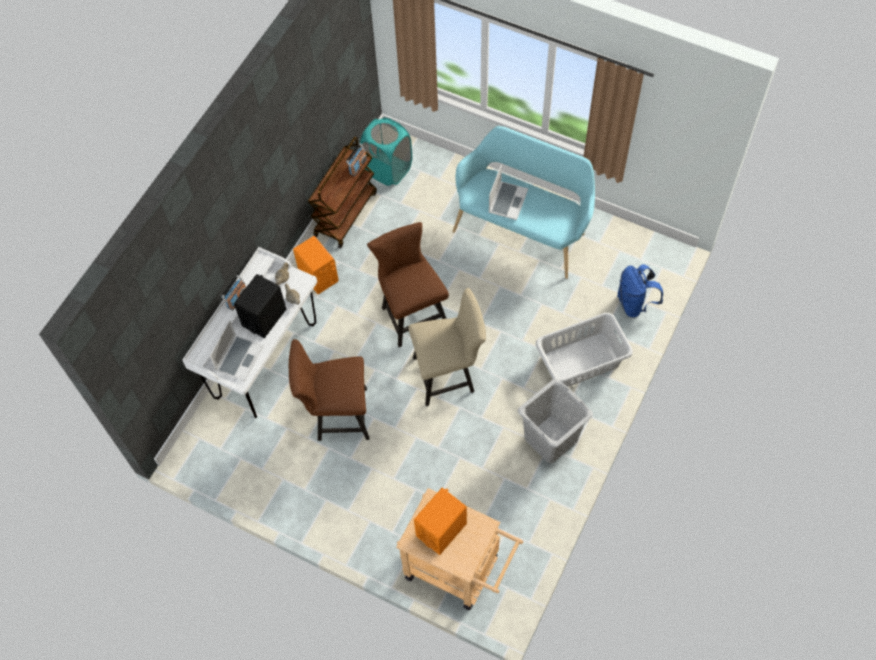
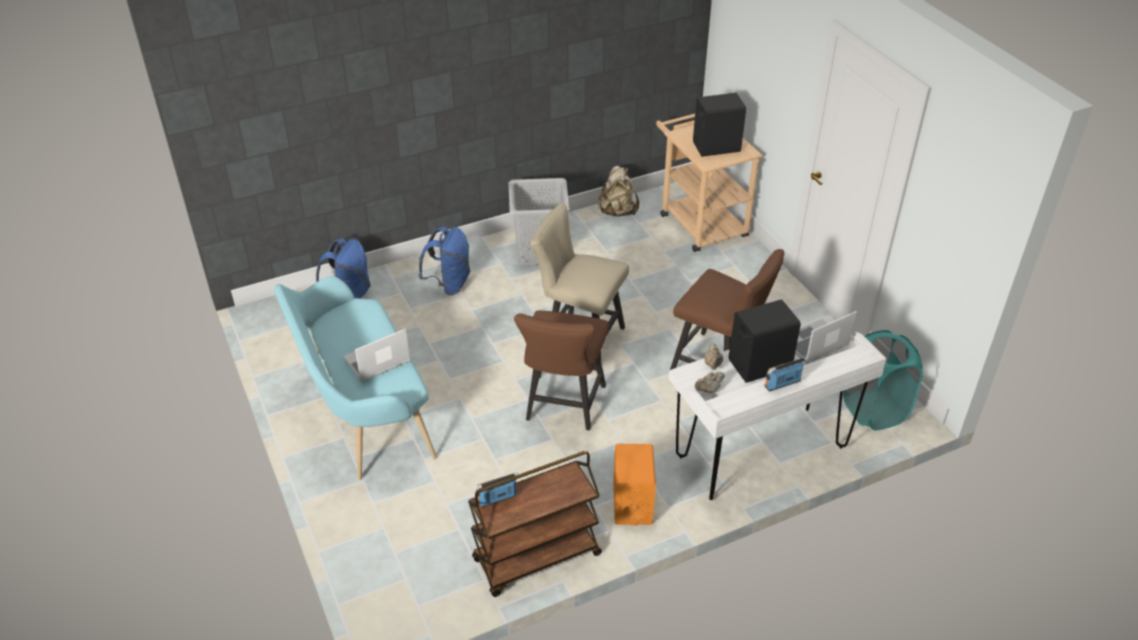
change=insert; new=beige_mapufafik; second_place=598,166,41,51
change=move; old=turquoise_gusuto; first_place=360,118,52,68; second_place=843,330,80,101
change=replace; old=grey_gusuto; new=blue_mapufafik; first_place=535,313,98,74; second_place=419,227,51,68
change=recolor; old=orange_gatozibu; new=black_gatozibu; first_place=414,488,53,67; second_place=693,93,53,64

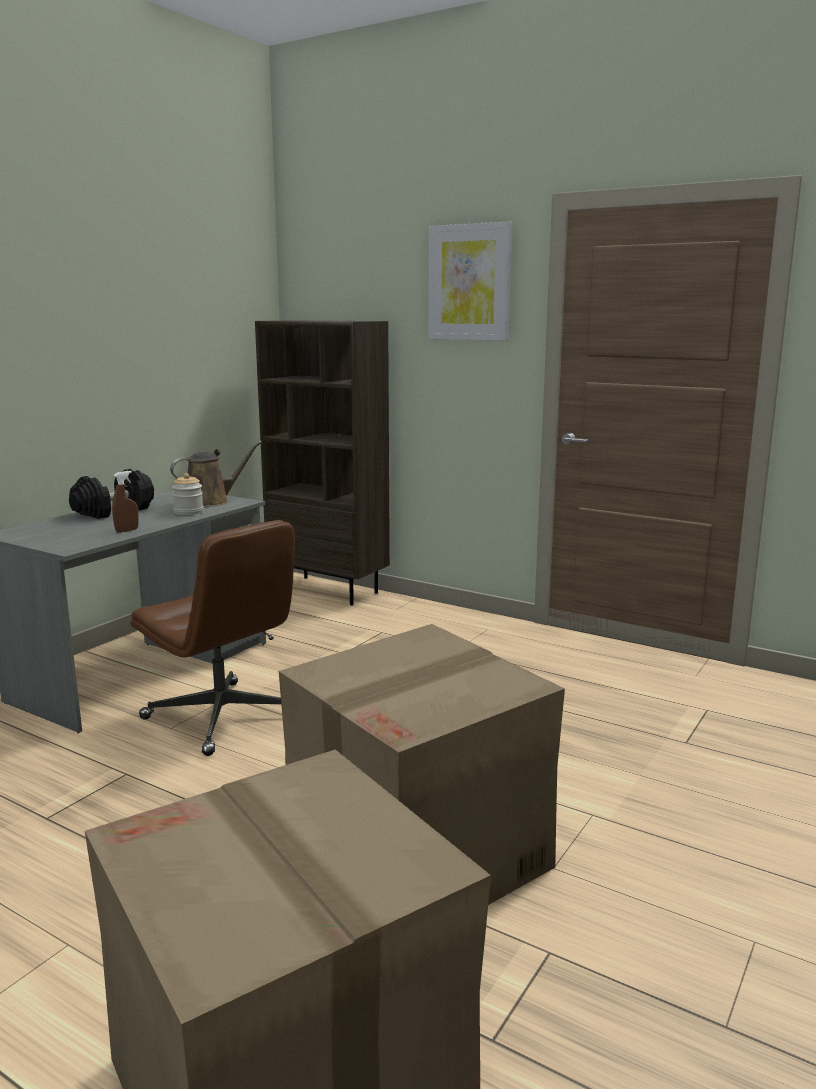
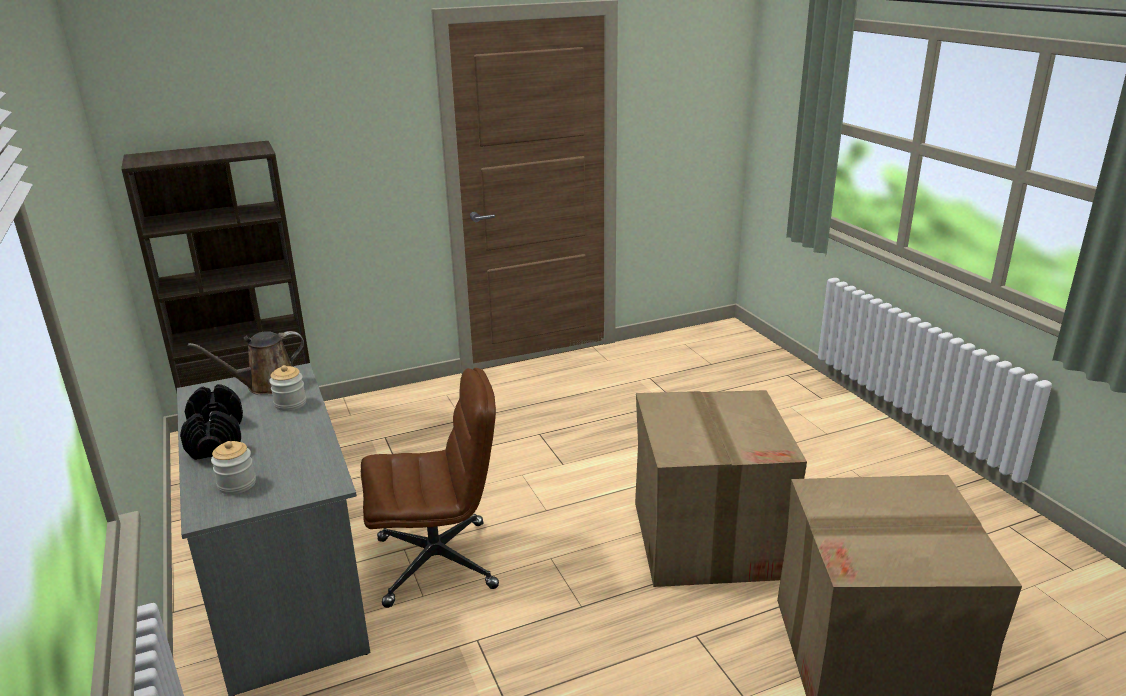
change=delete; old=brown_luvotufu; first_place=112,471,27,62
change=delete; old=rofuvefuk; first_place=428,222,84,119
change=insert; new=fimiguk; second_place=211,441,45,54
change=rotate; old=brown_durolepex; first_place=170,441,92,65; second_place=188,331,116,63; degrees=-120

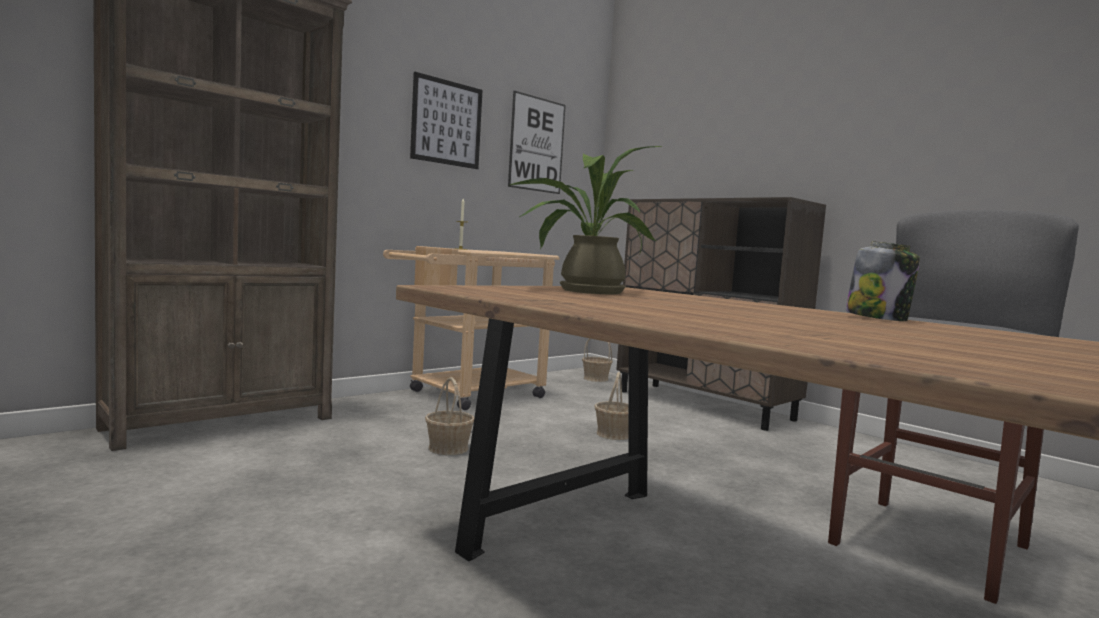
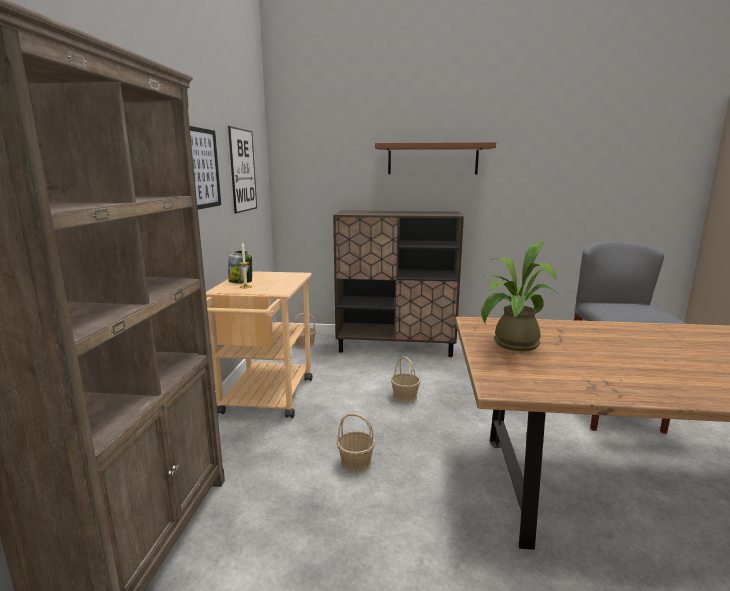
change=insert; new=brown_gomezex; second_place=375,142,121,32
change=move; old=fimiguk; first_place=845,241,75,80; second_place=228,251,24,33

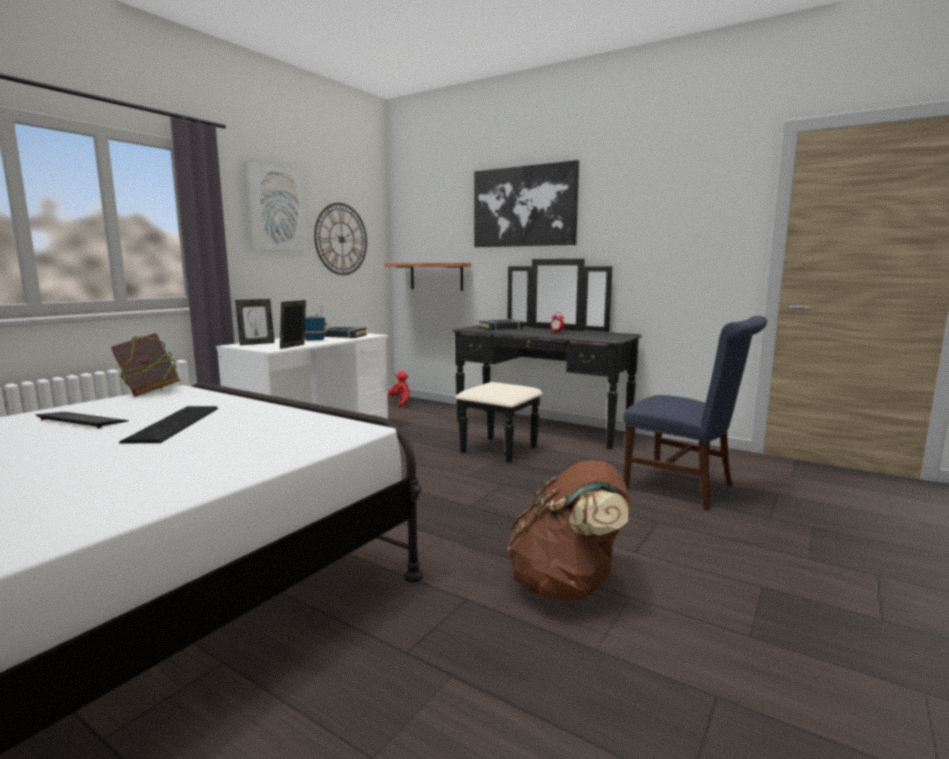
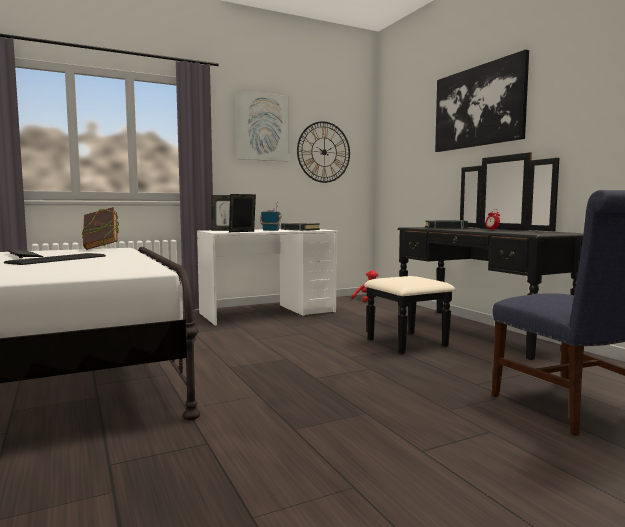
change=delete; old=gomezex; first_place=385,263,86,28
change=delete; old=brown_mapufafik; first_place=507,460,125,141

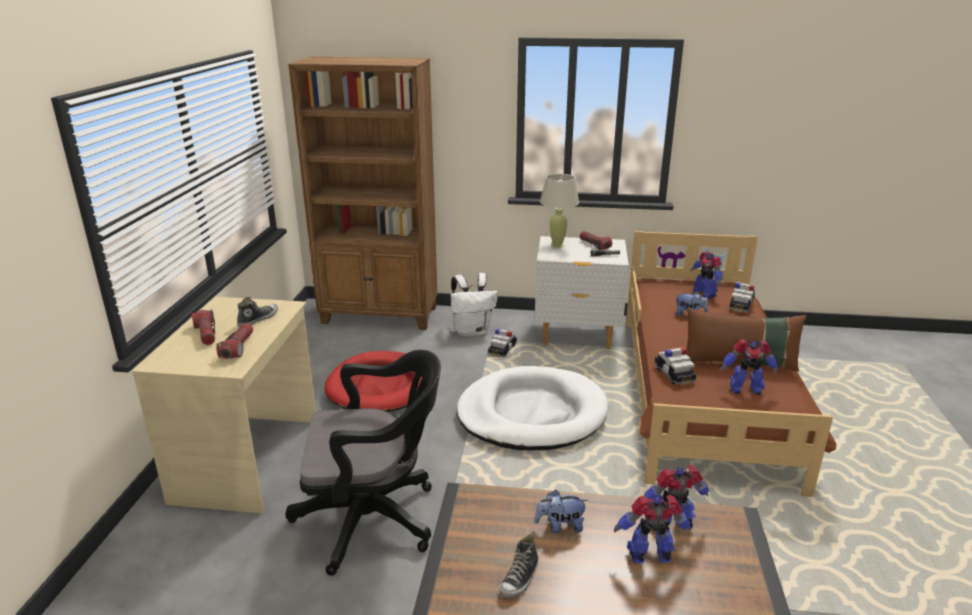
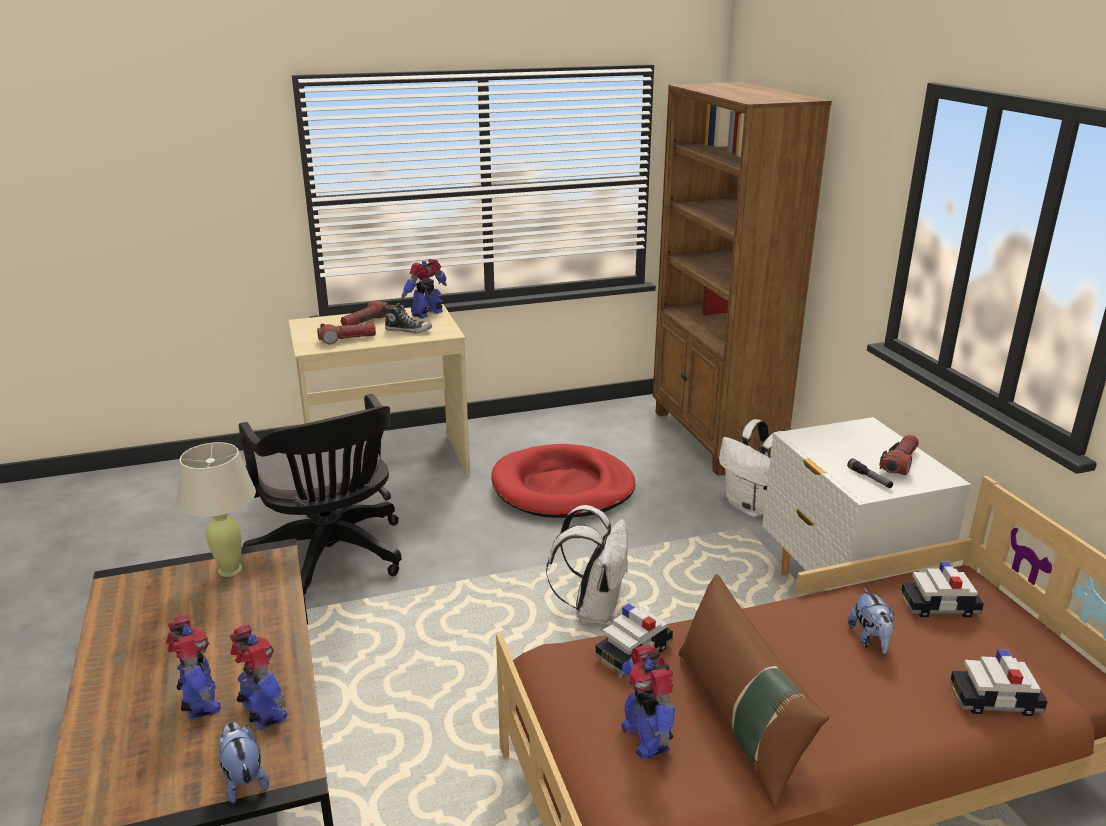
change=delete; old=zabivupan; first_place=499,534,39,64
change=move; old=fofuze; first_place=488,329,29,29; second_place=901,562,83,55
change=move; old=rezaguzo; first_place=534,490,53,43; second_place=219,722,50,81
change=move; old=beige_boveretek; first_place=540,174,39,74; second_place=177,442,79,135
change=move; old=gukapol; first_place=691,252,32,47; second_place=401,259,46,60
change=replace; old=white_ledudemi; new=white_mapufafik; first_place=457,366,151,84; second_place=546,505,82,118

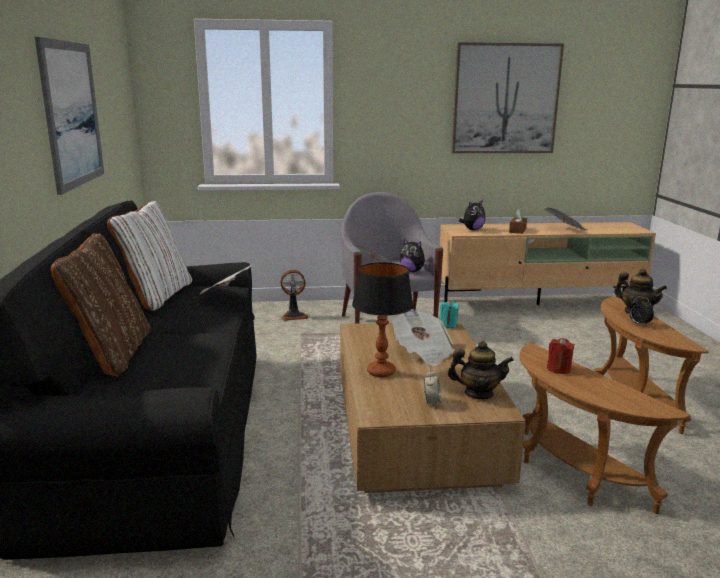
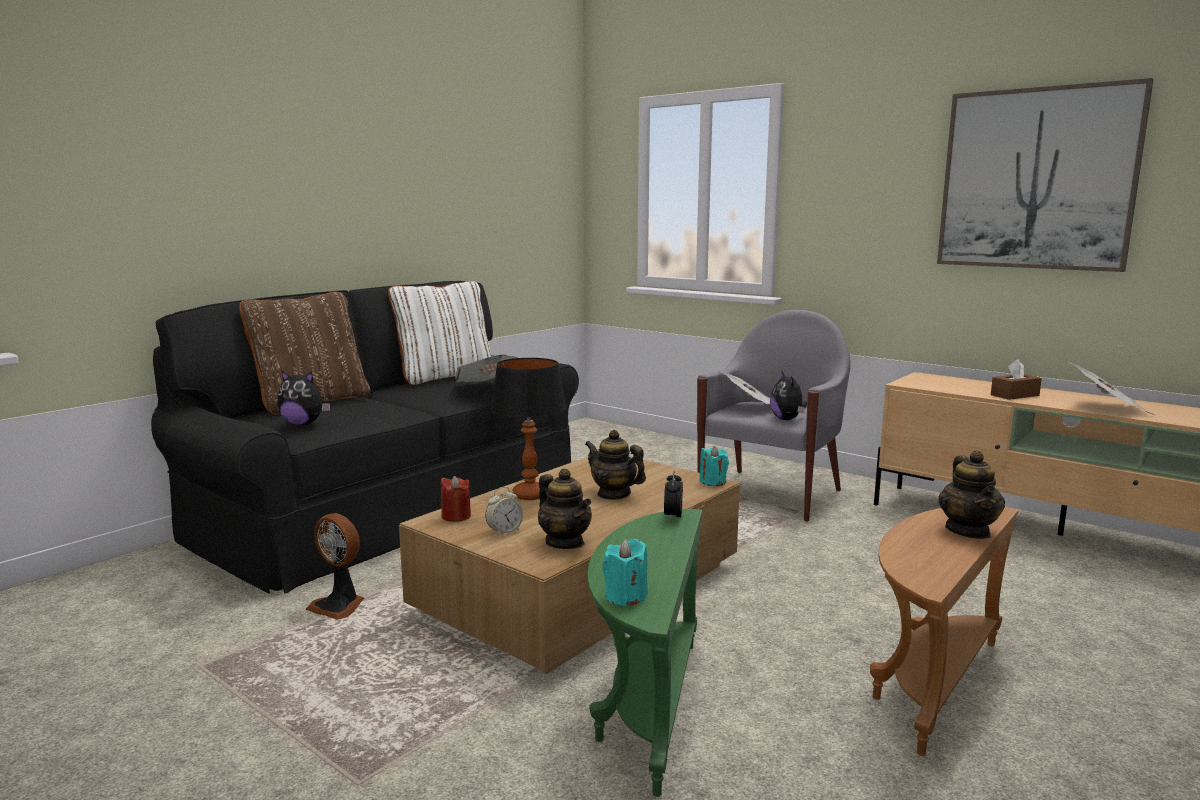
change=delete; old=rofuvefuk; first_place=35,37,69,158
change=insert; new=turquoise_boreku; second_place=602,539,46,68
change=move; old=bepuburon; first_place=280,270,28,51; second_place=305,513,59,107
change=move; old=rezaguzo; first_place=459,200,27,30; second_place=277,370,53,55
change=move; old=red_boreku; first_place=547,338,28,36; second_place=440,476,31,46
change=move; old=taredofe; first_place=629,296,25,30; second_place=664,470,19,51
change=replace; old=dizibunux; new=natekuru; first_place=392,309,63,57; second_place=585,430,61,70
change=recolor; old=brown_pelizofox; new=green_pelizofox; first_place=519,343,172,171; second_place=587,509,115,288

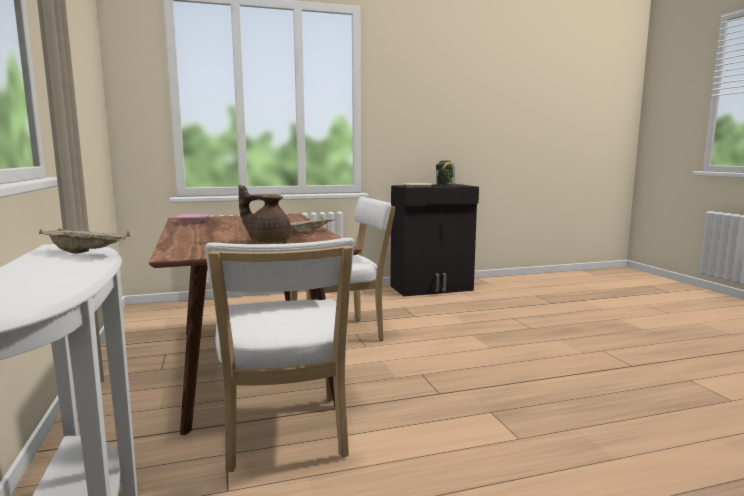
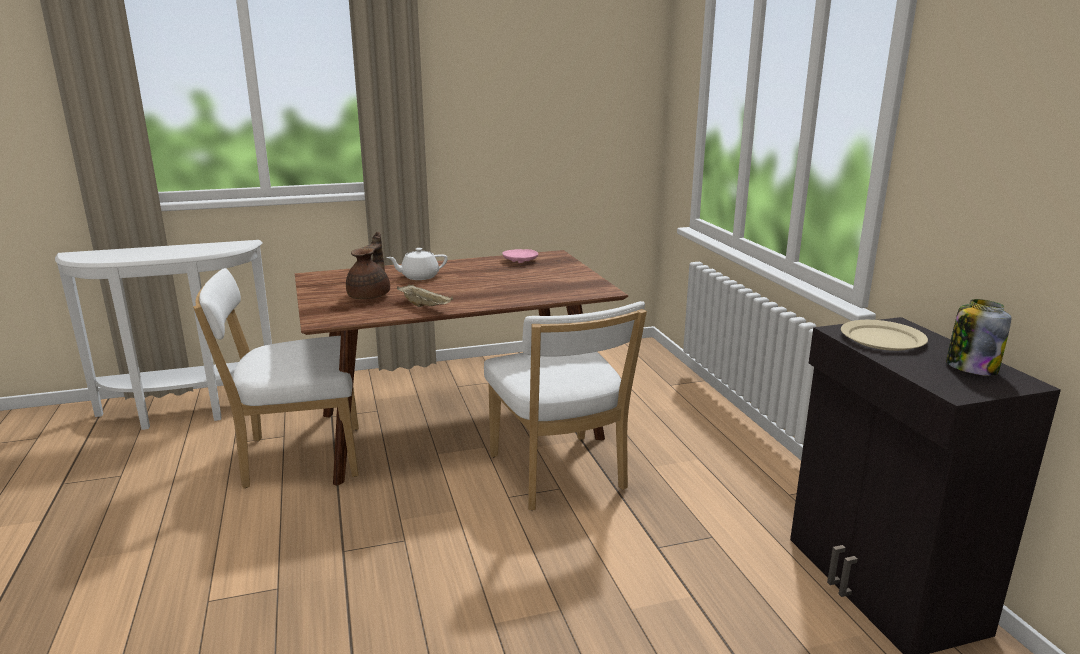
change=delete; old=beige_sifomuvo; first_place=39,228,91,26
change=insert; new=white_natekuru; second_place=387,248,61,32

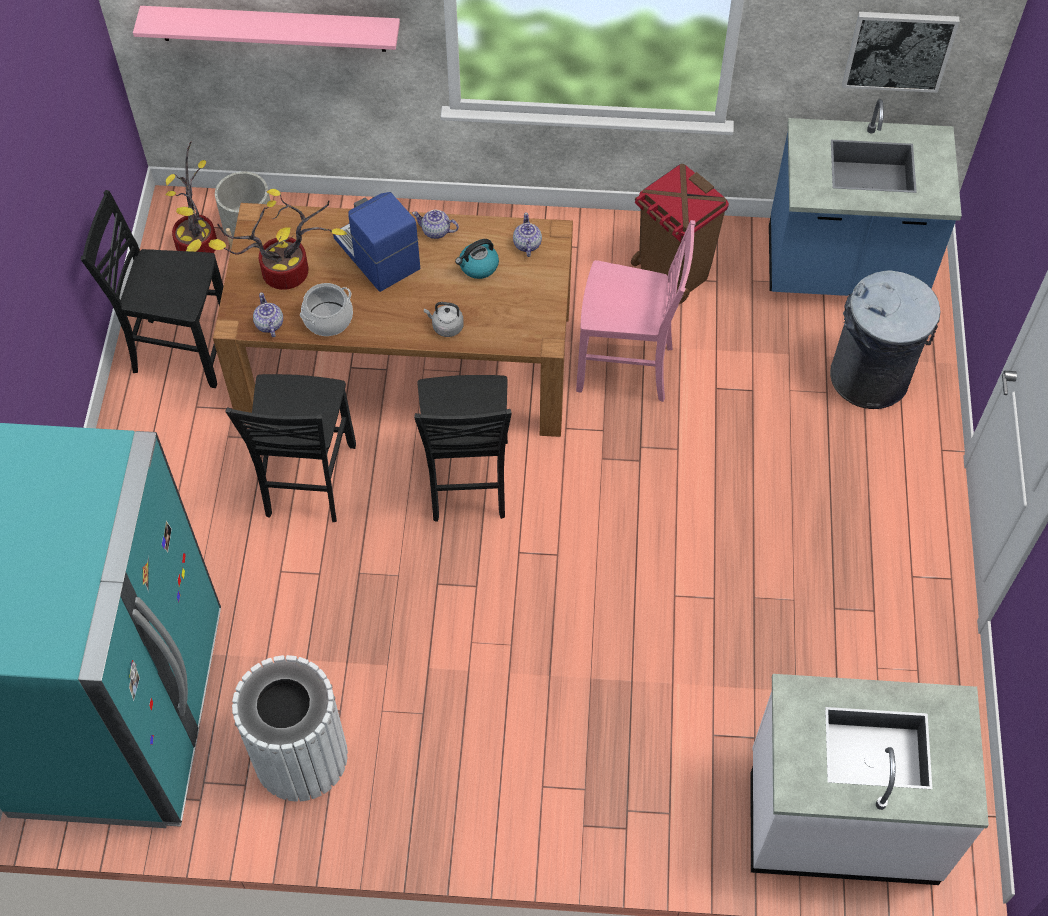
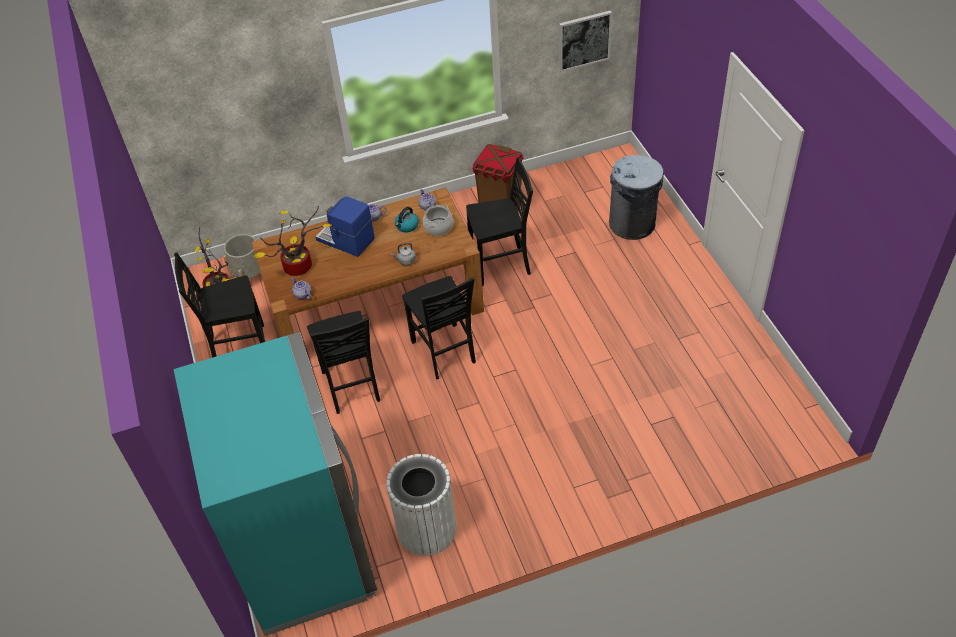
change=delete; old=pink_gomezex; first_place=133,6,267,46
change=delete; old=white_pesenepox; first_place=750,674,239,211
change=delete; old=blue_pesenepox; first_place=769,99,193,197
change=move; old=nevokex; first_place=300,283,53,53; second_place=423,205,30,31
change=recolor; old=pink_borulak; new=black_borulak; first_place=576,220,120,182; second_place=466,157,67,129

